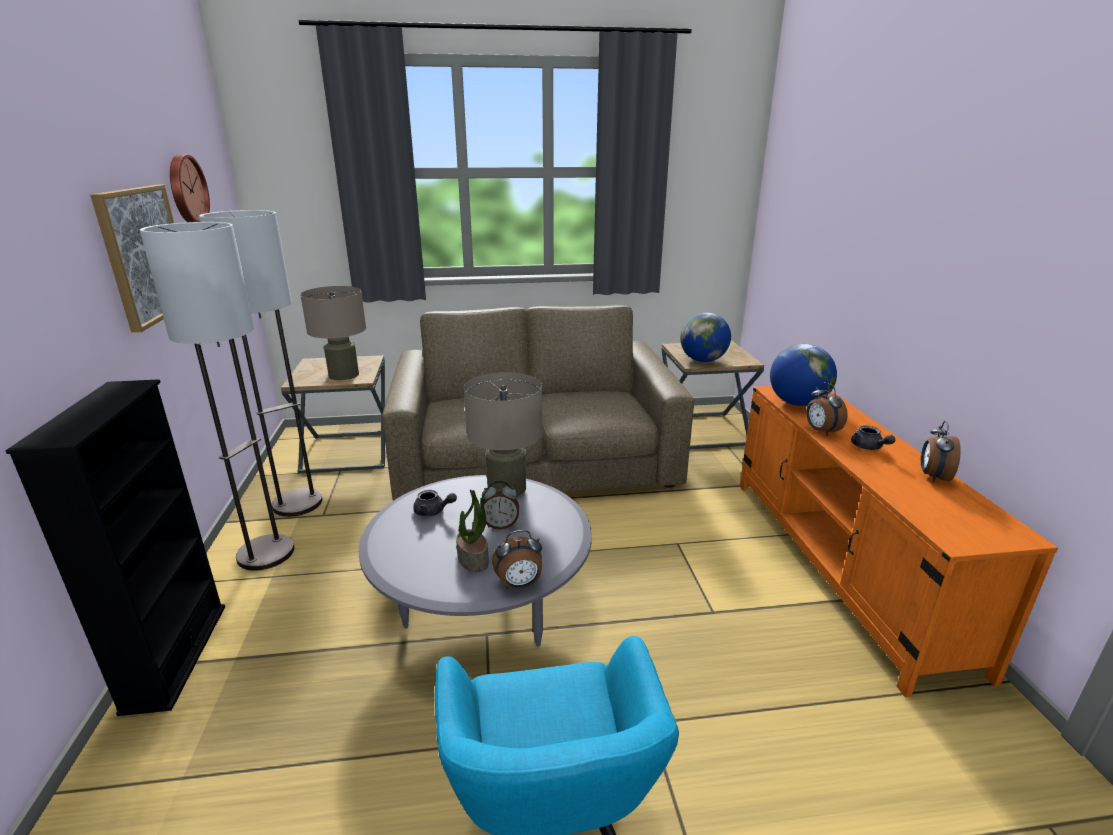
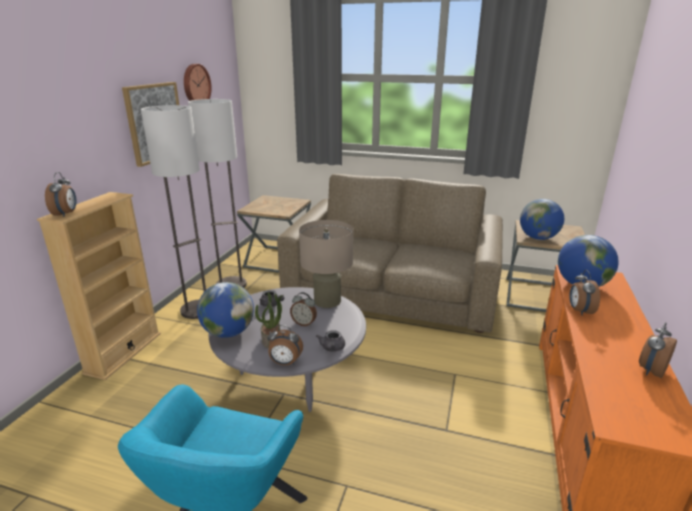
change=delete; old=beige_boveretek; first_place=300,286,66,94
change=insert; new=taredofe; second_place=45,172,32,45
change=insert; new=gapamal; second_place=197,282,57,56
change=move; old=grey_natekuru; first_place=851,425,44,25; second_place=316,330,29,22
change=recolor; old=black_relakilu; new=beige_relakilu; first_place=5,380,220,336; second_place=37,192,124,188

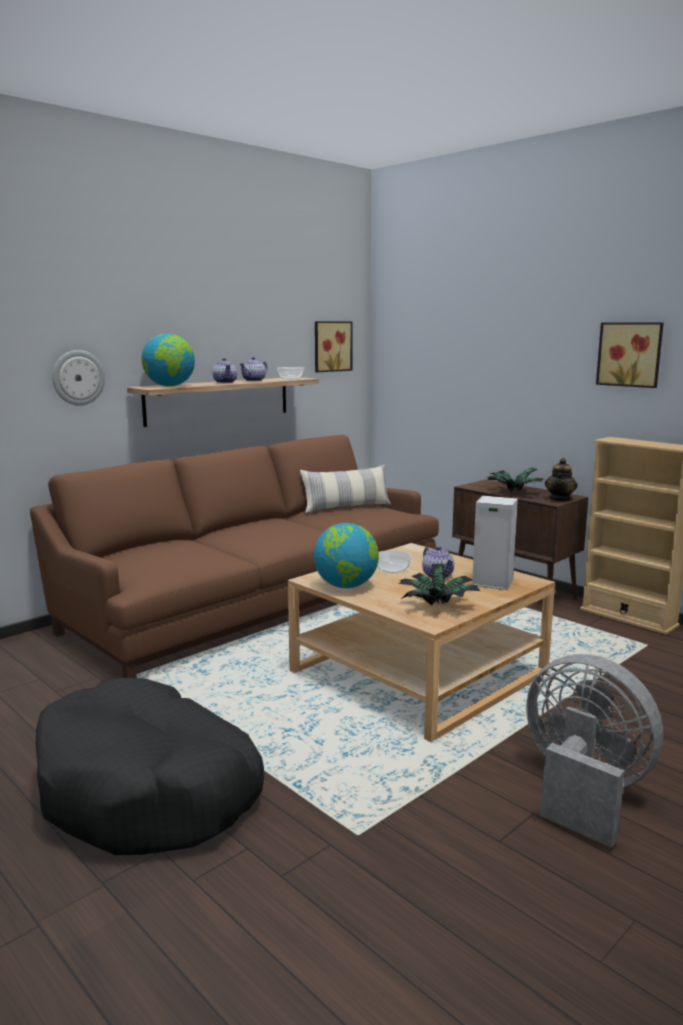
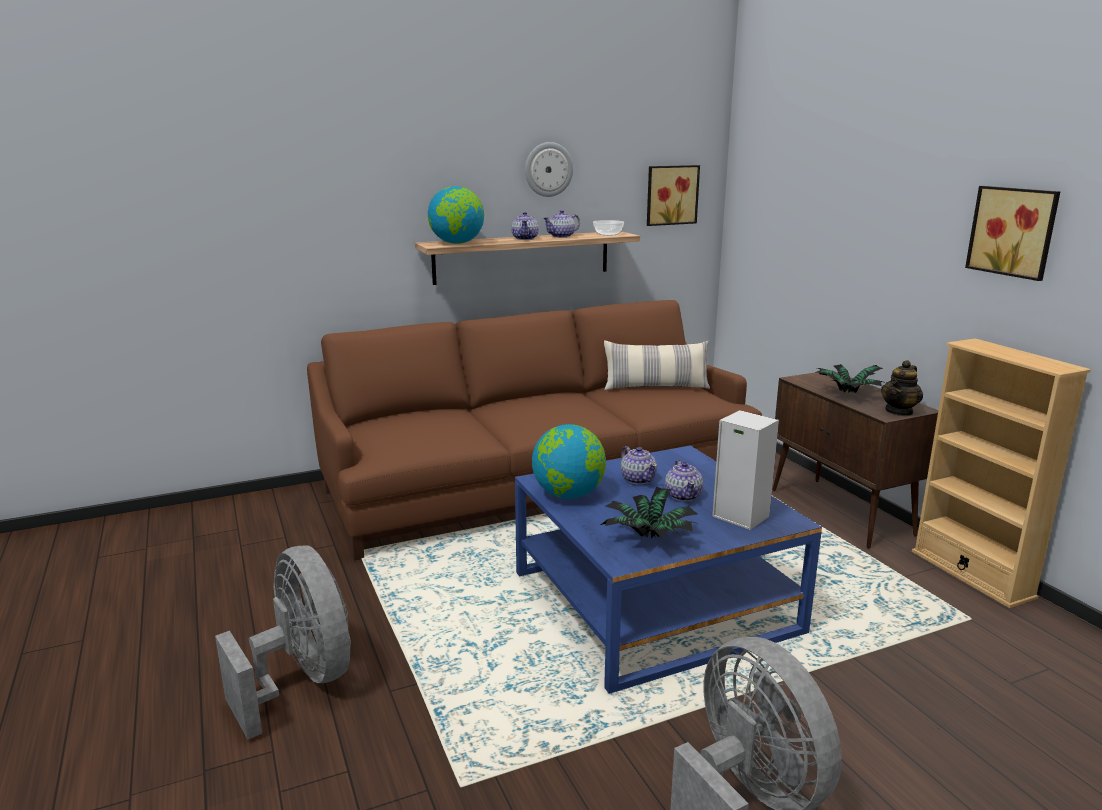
change=move; old=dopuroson; first_place=52,350,53,56; second_place=525,142,48,55
change=replace; old=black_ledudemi; new=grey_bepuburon; first_place=36,678,228,177; second_place=215,545,135,195
change=replace; old=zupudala; new=natekuru; first_place=377,550,34,23; second_place=621,446,36,39
change=recolor; old=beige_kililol; new=blue_kililol; first_place=288,543,267,199; second_place=515,445,307,249

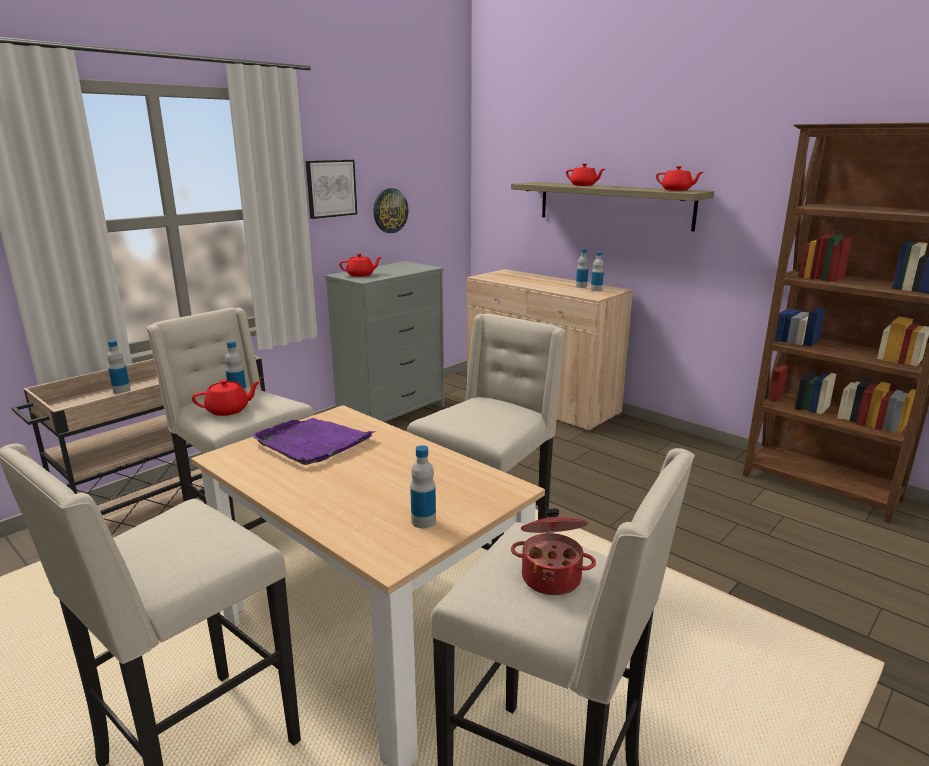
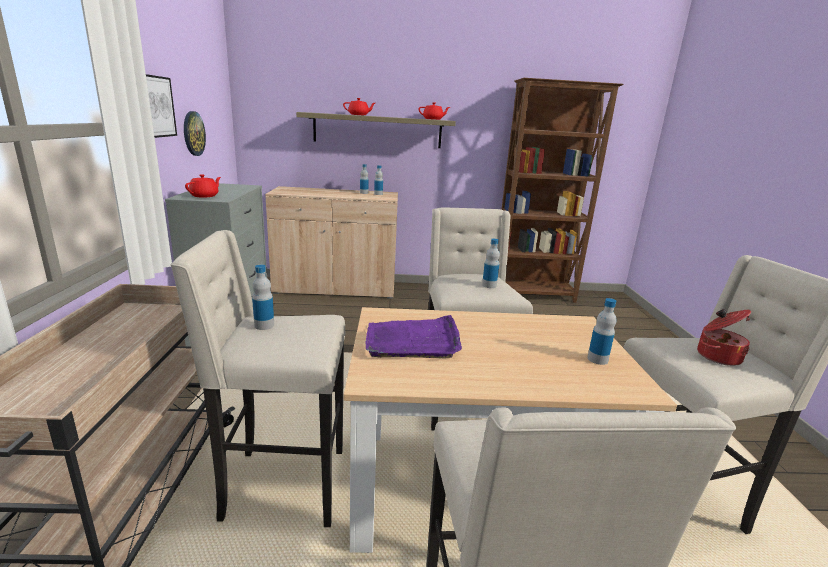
change=delete; old=red_natekuru; first_place=192,379,69,37
change=move; old=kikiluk; first_place=107,340,24,54; second_place=482,239,18,49

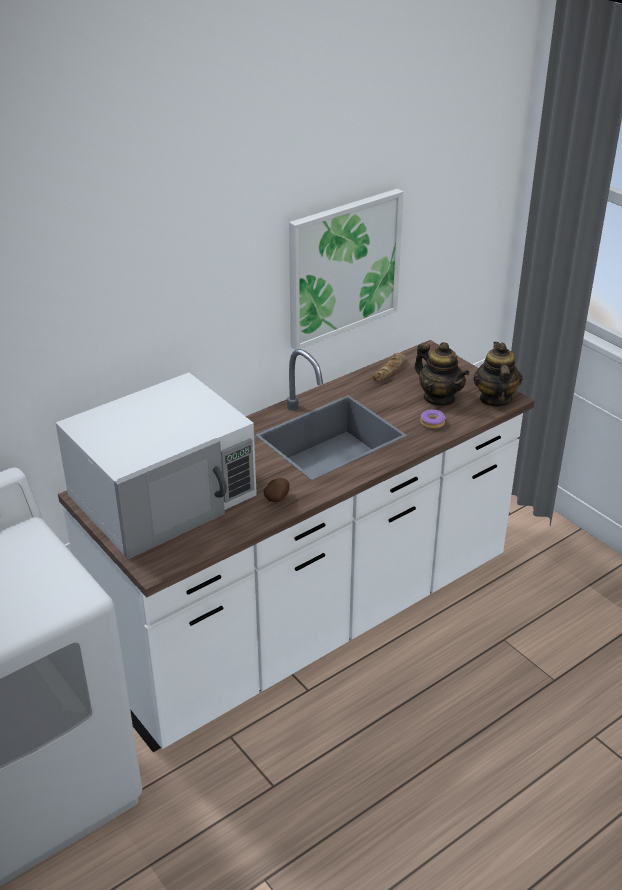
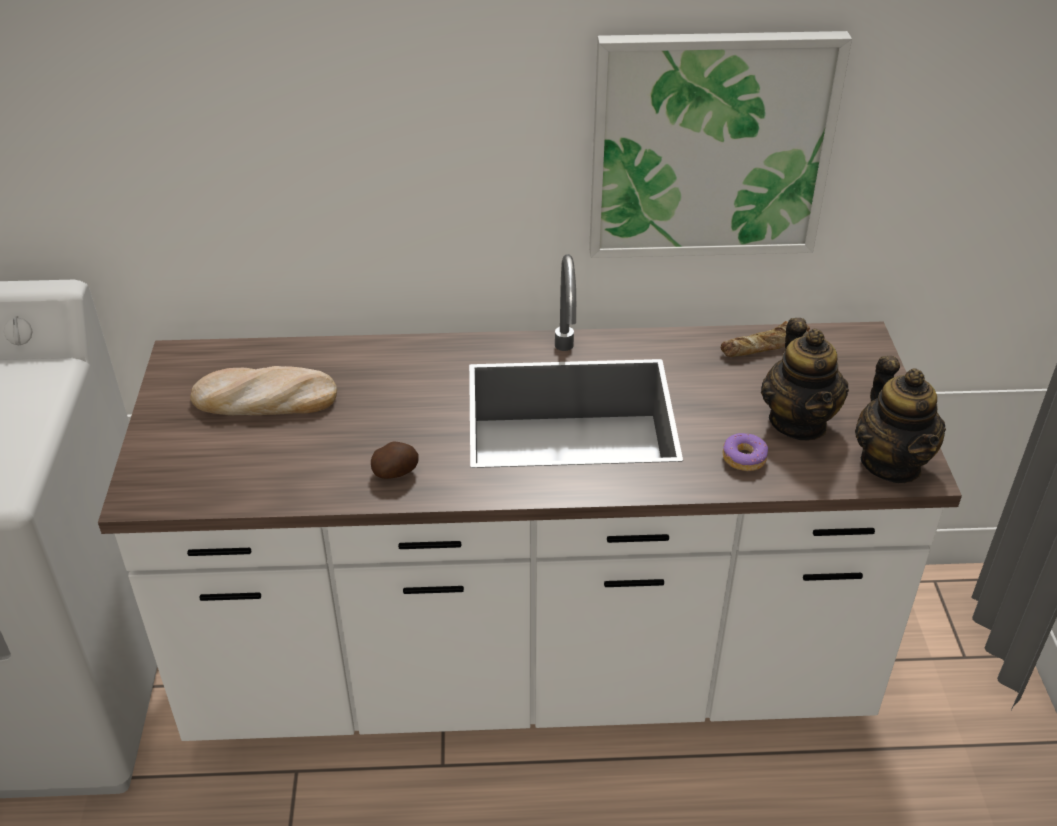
change=replace; old=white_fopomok; new=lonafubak; first_place=56,372,201,187; second_place=190,366,147,49
change=rotate; old=natekuru; first_place=473,342,50,65; second_place=855,356,91,127; degrees=135

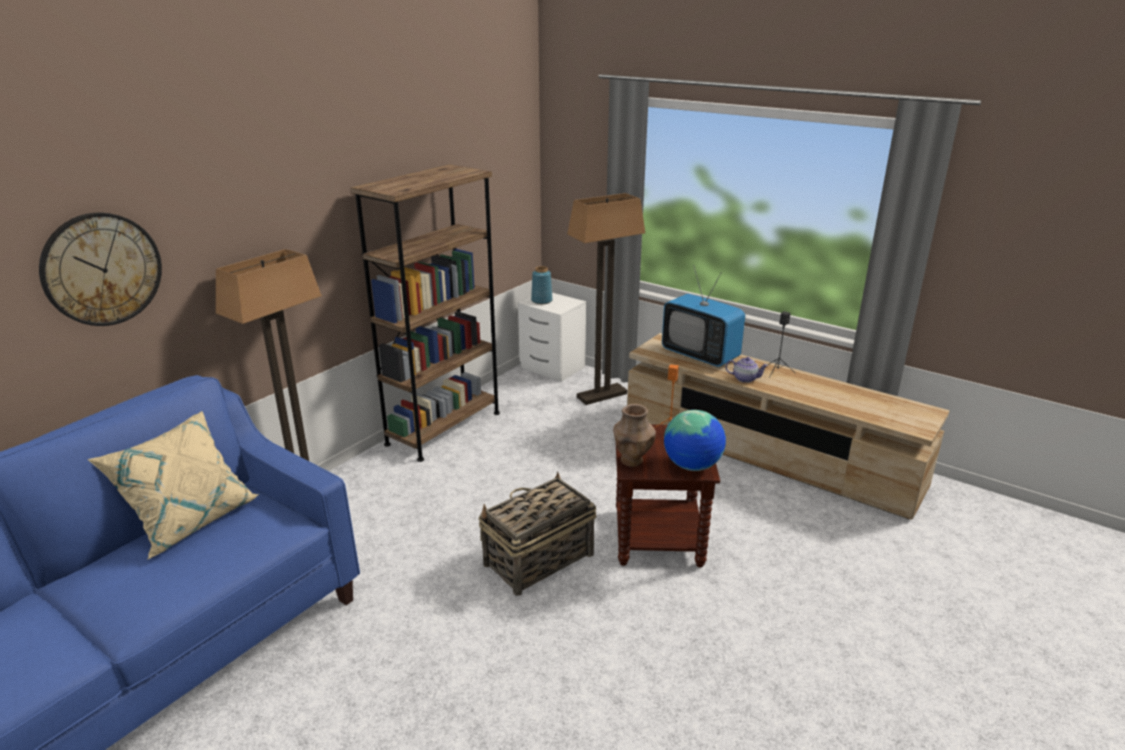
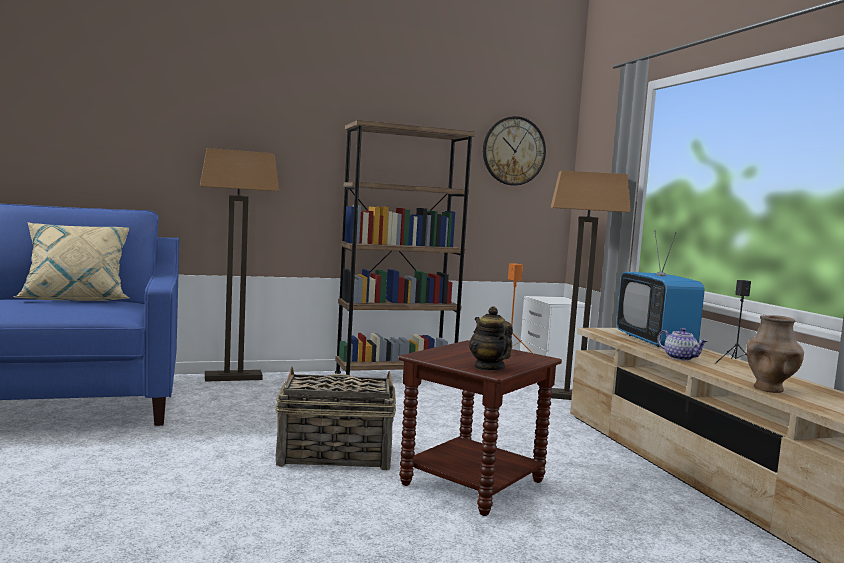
change=delete; old=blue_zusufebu; first_place=531,266,22,38
change=move; old=dopuroson; first_place=39,213,123,113; second_place=483,116,63,69
change=move; old=brown_zusufebu; first_place=613,404,43,63; second_place=746,315,58,78
change=replace; old=gapamal; new=natekuru; first_place=664,410,62,61; second_place=469,306,44,65

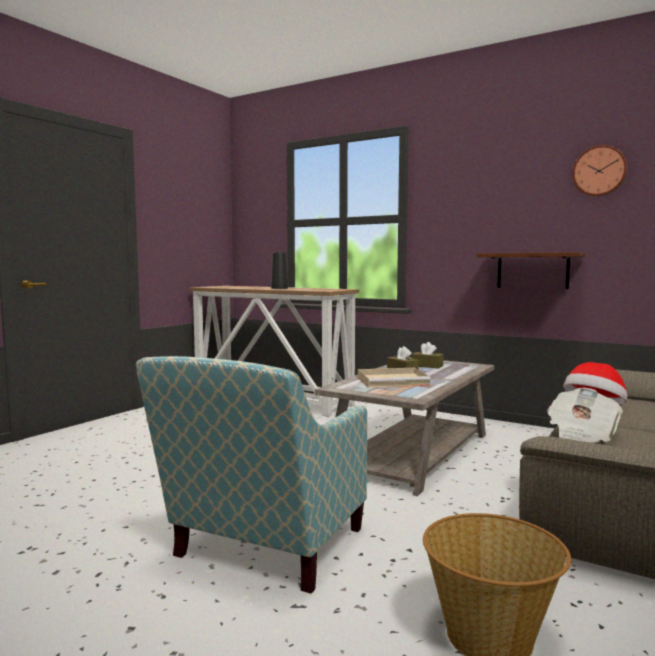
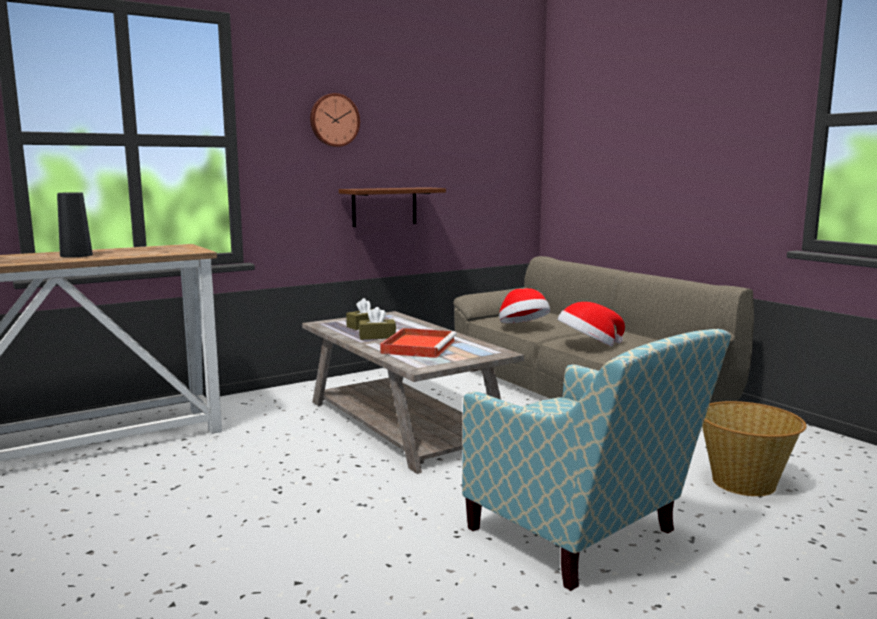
change=move; old=dopuroson; first_place=572,145,56,52; second_place=310,93,50,54
change=replace; old=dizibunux; new=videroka; first_place=547,388,76,55; second_place=558,302,67,45
change=recolor; old=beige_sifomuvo; new=red_sifomuvo; first_place=358,368,73,20; second_place=380,328,77,30

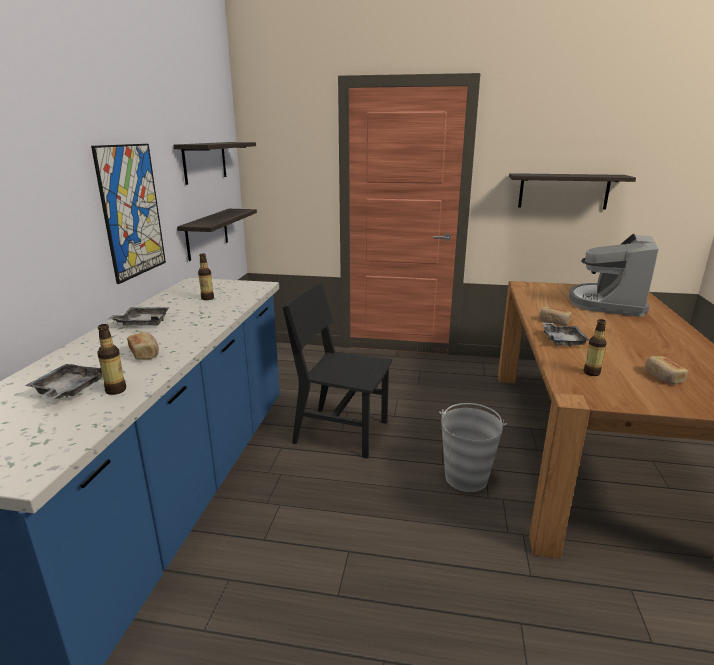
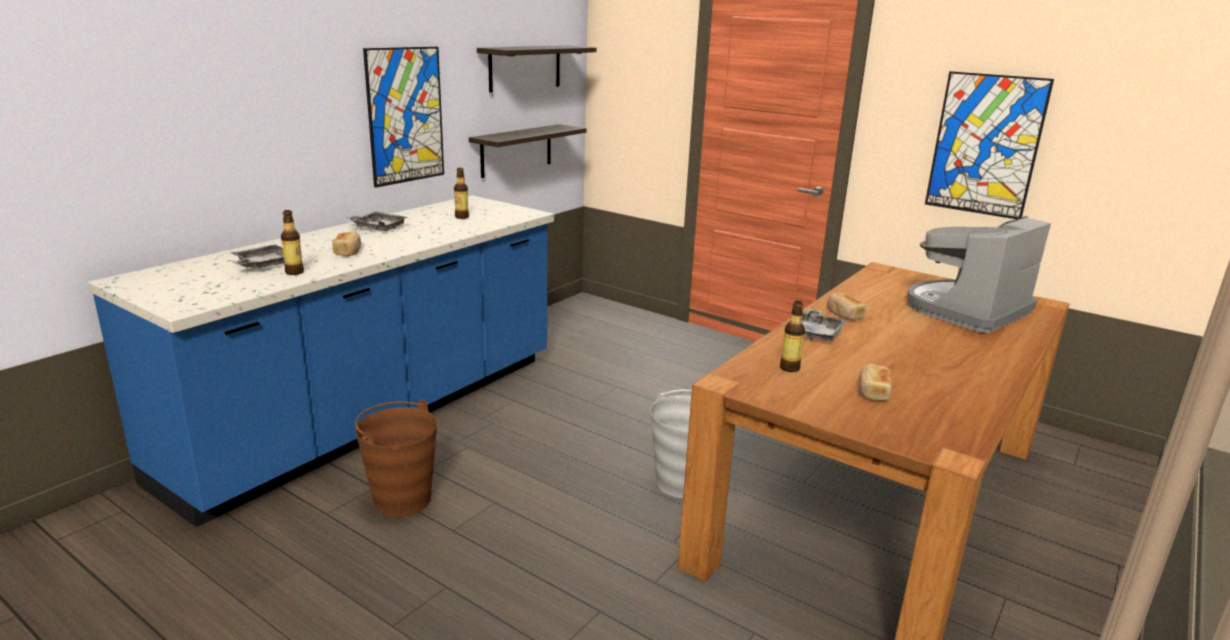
change=delete; old=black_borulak; first_place=283,283,109,176
change=insert; new=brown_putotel; second_place=355,399,82,118
change=replace; old=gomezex; new=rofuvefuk; first_place=509,173,127,36; second_place=925,71,129,148

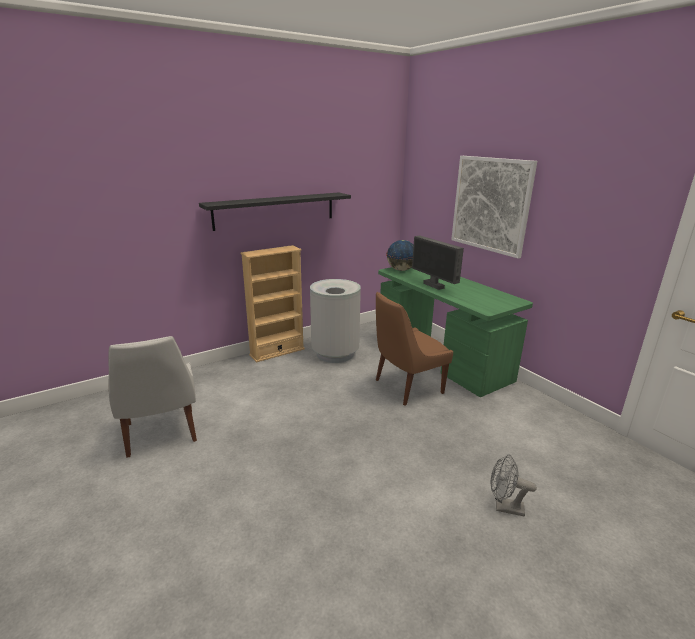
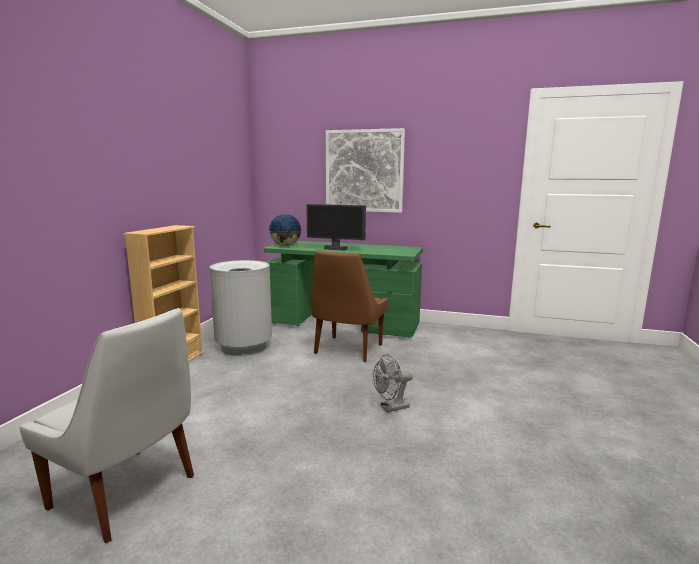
change=delete; old=black_gomezex; first_place=199,193,152,38
change=move; old=grey_bepuburon; first_place=491,454,46,62; second_place=373,354,40,59

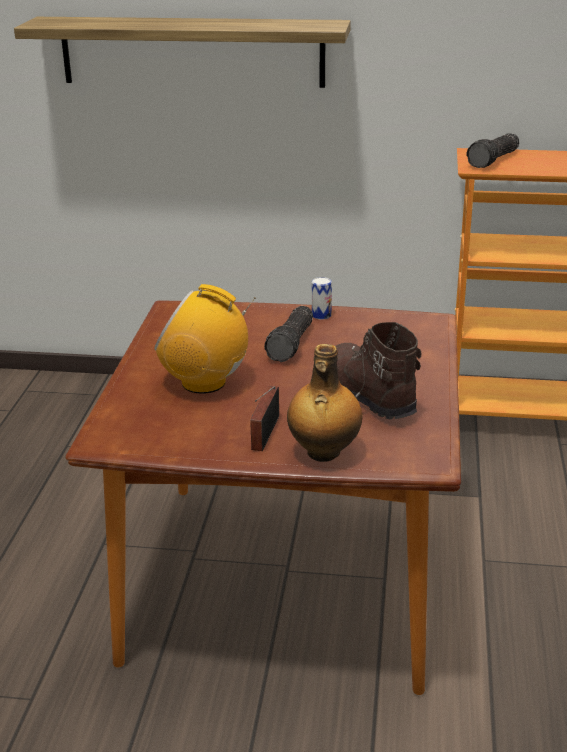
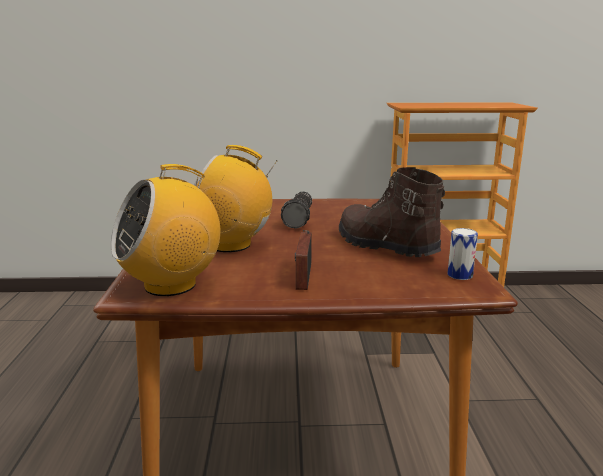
change=delete; old=gomezex; first_place=14,17,337,71
change=delete; old=kikiluk; first_place=287,344,76,118
change=delete; old=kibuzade; first_place=467,133,52,35
change=insert; new=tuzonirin; second_place=111,164,110,132
change=move; old=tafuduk; first_place=312,277,20,42; second_place=448,228,30,52

